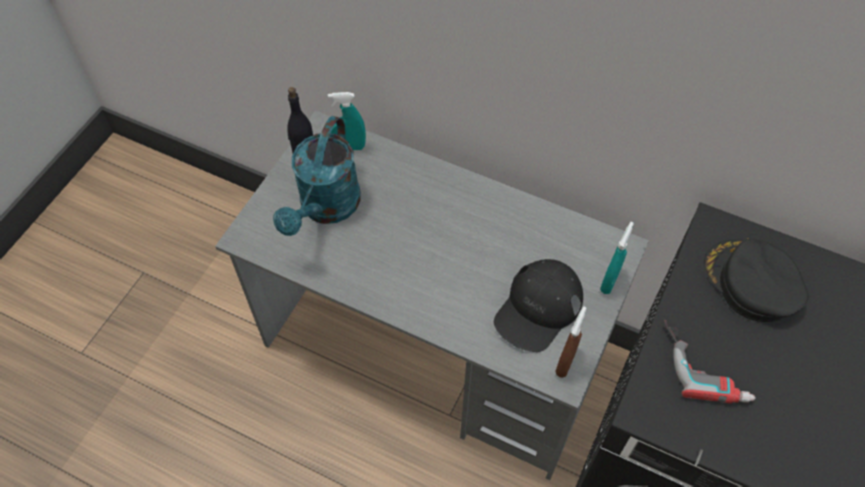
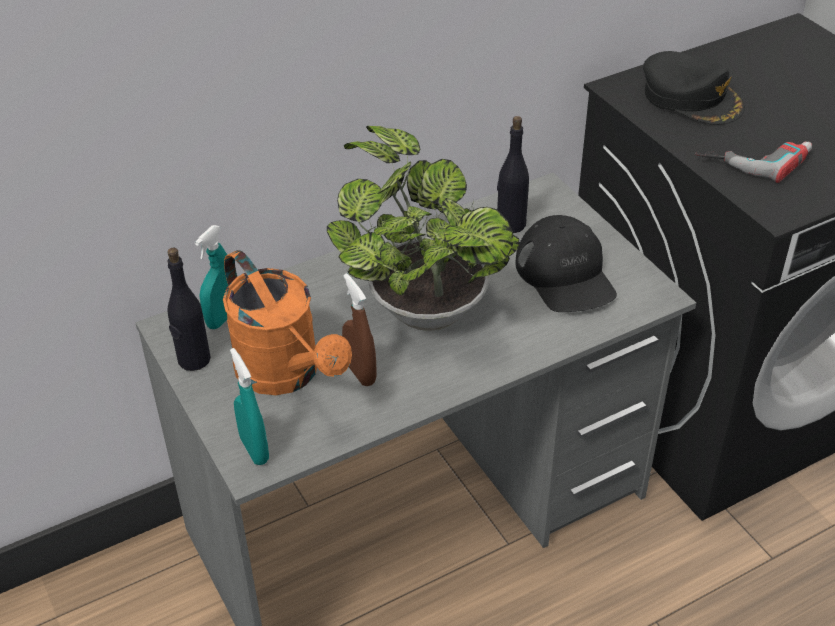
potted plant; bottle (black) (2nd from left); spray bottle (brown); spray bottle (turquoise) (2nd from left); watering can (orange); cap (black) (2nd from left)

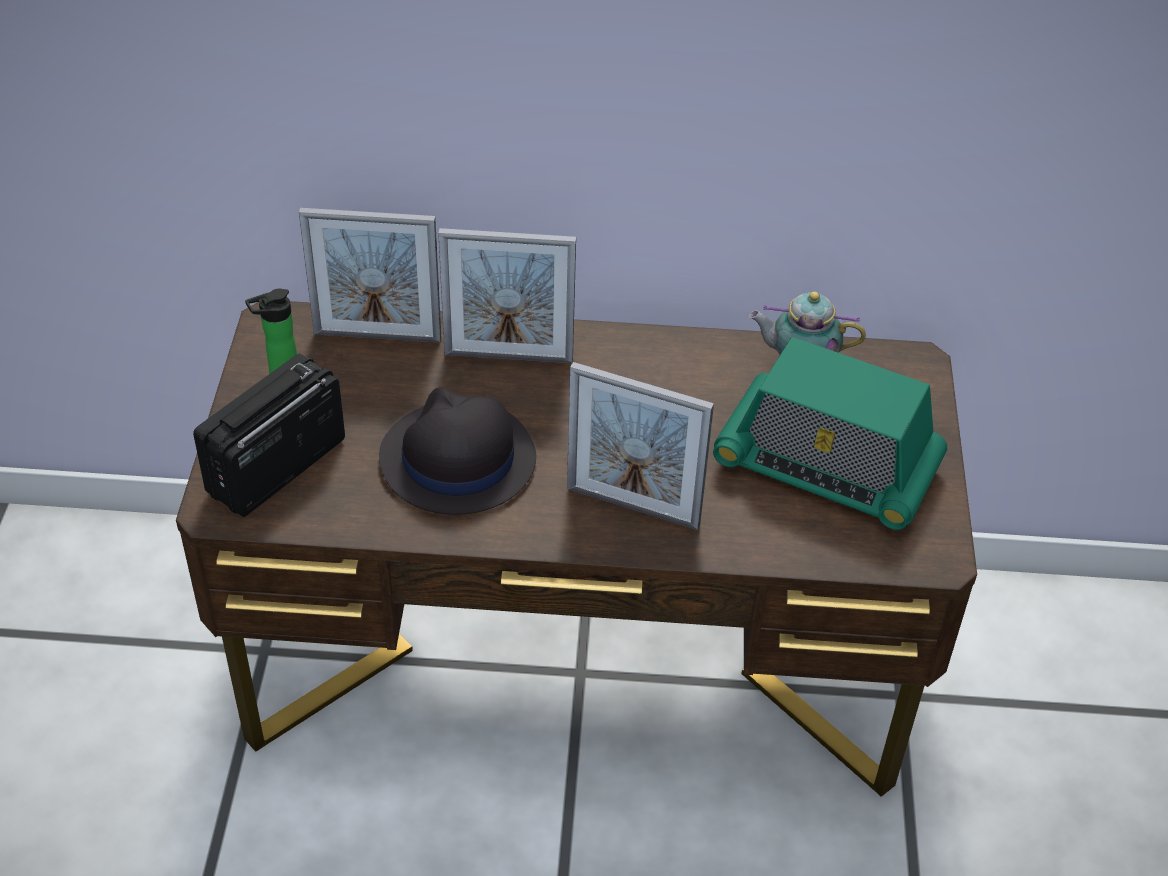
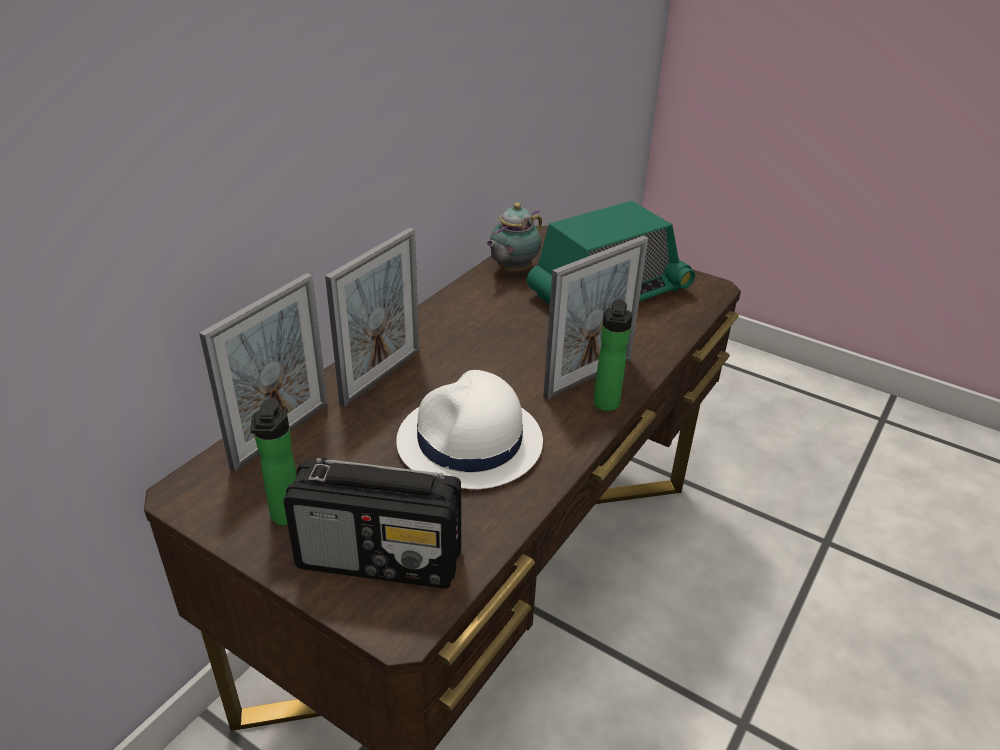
bottle (2nd from left); hat (white); radio (1st from left)

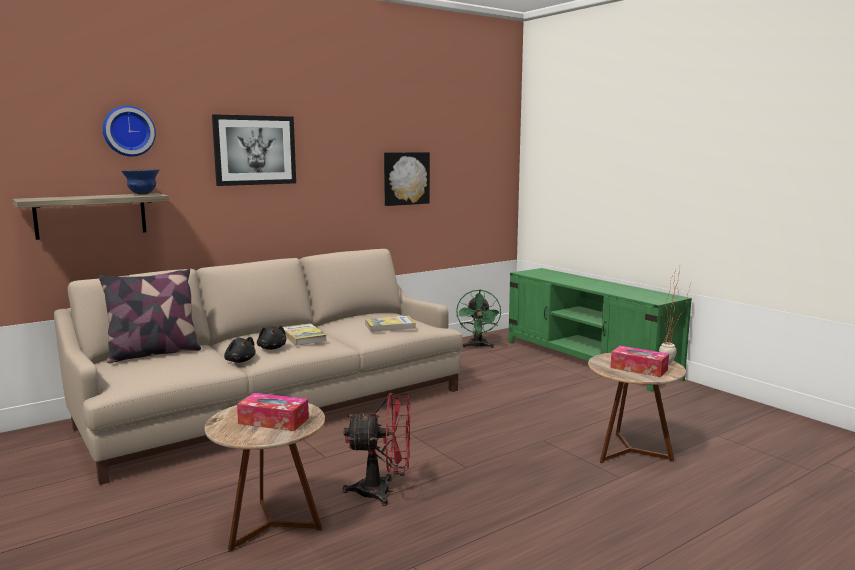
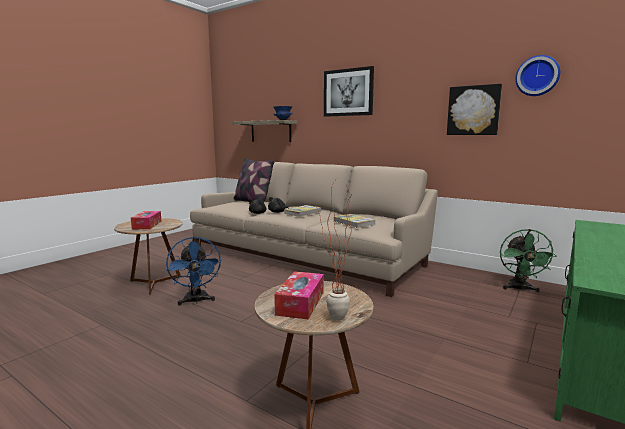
wall clock; fan (blue); fan (green)

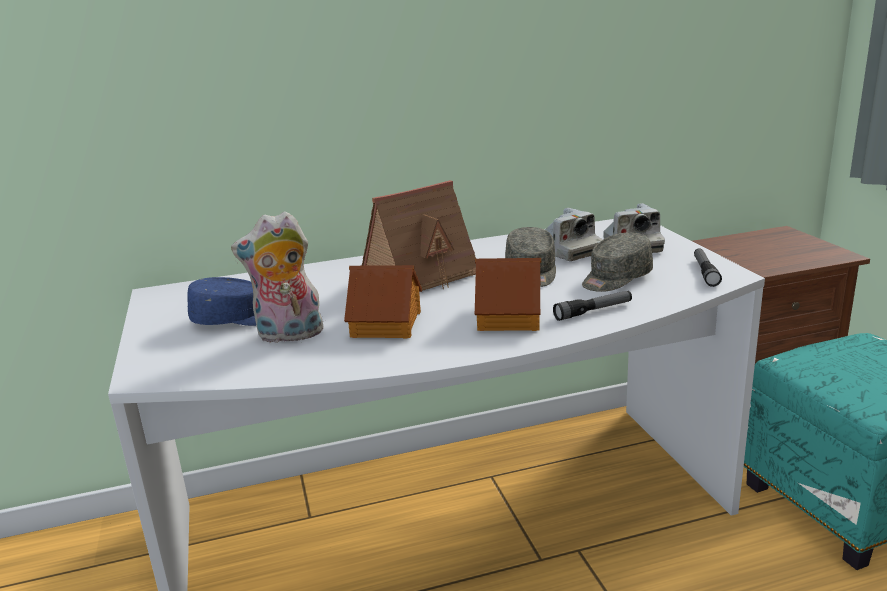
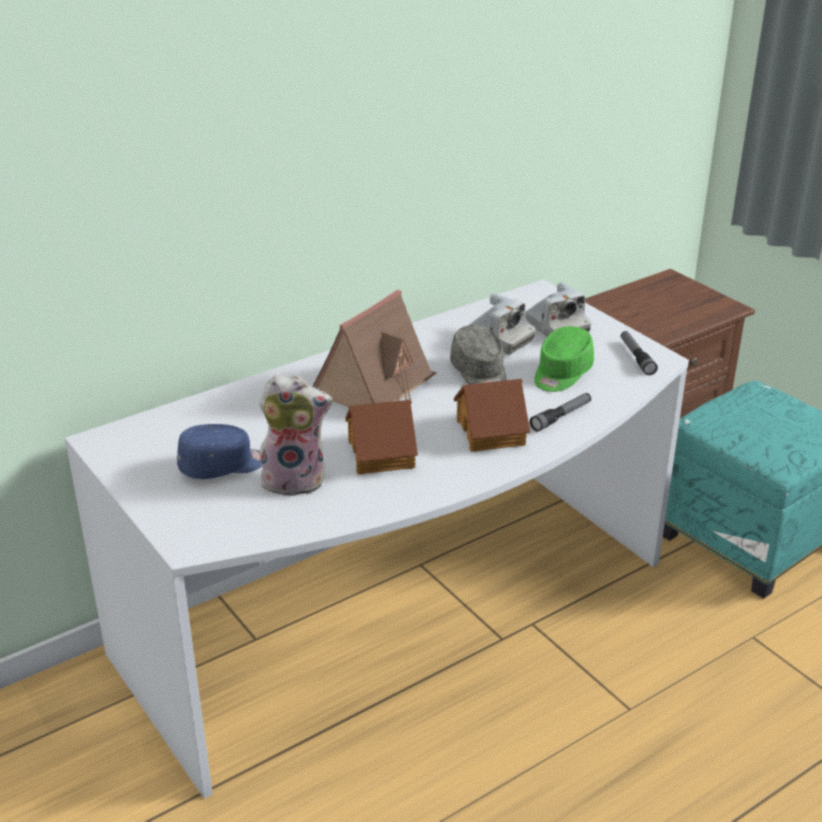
cap (green); plush toy

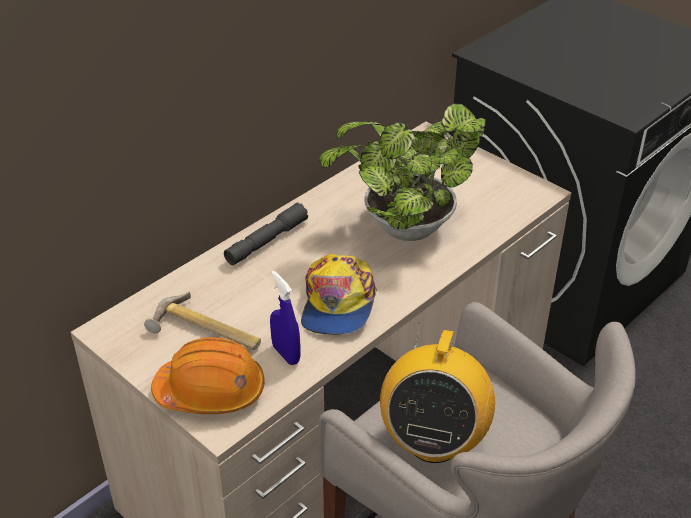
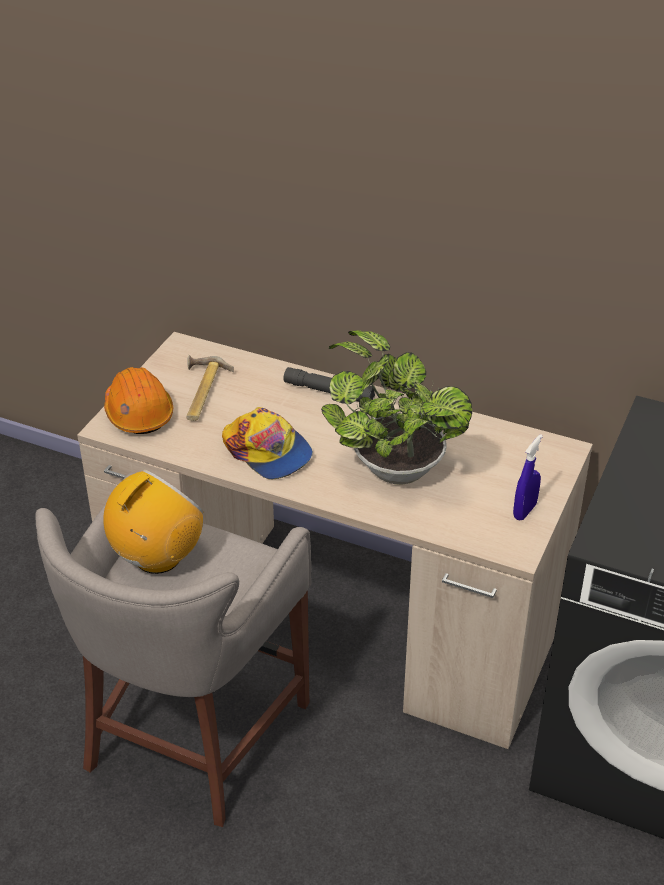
spray bottle (blue); cap; radio

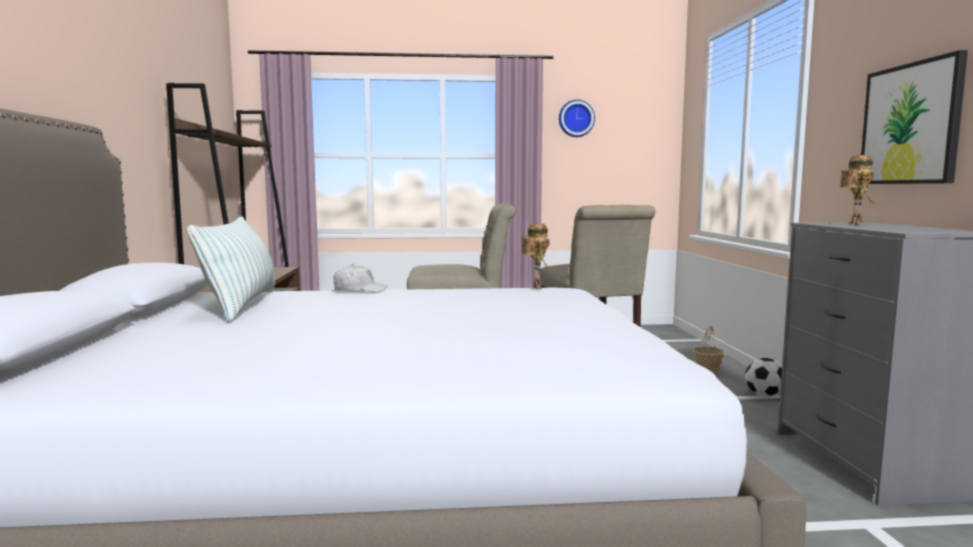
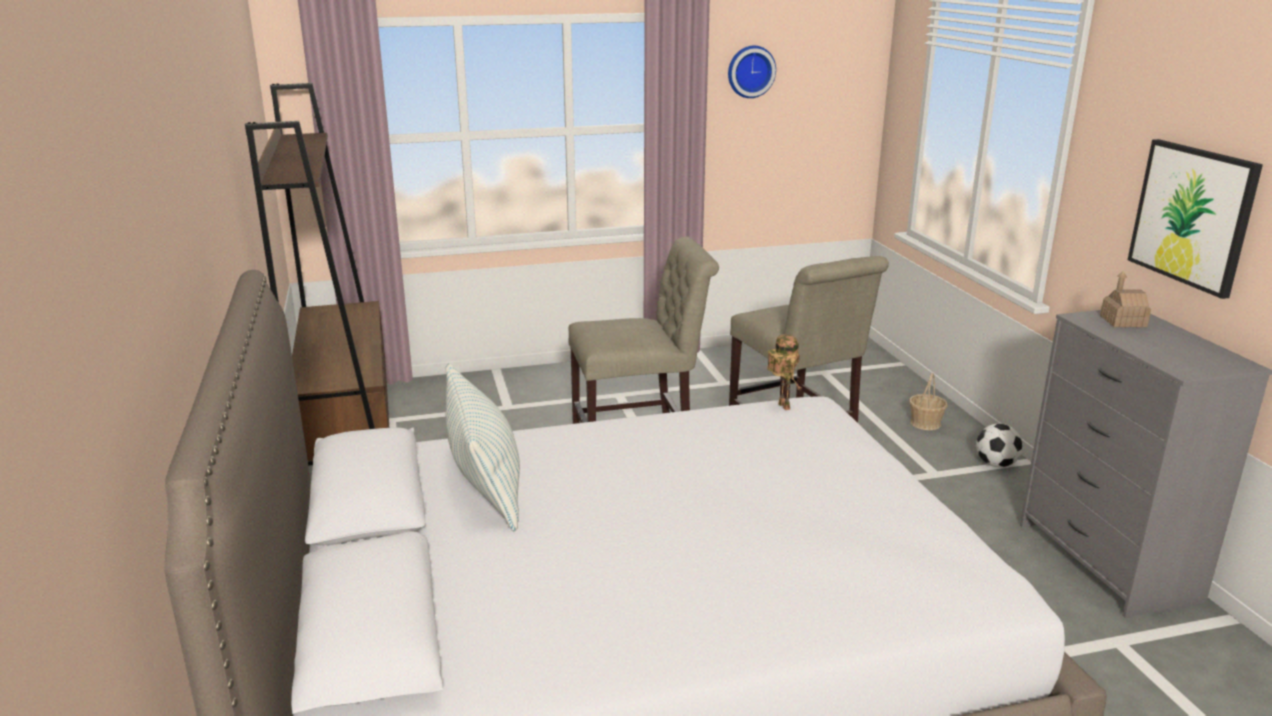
cap (white); toy house

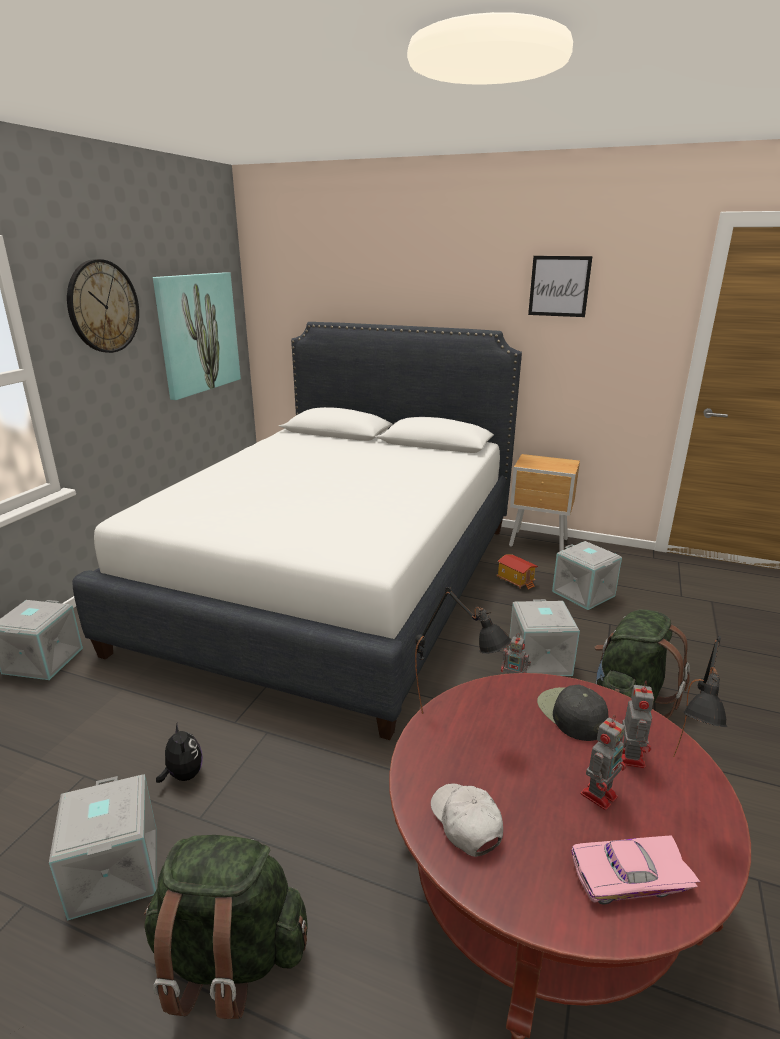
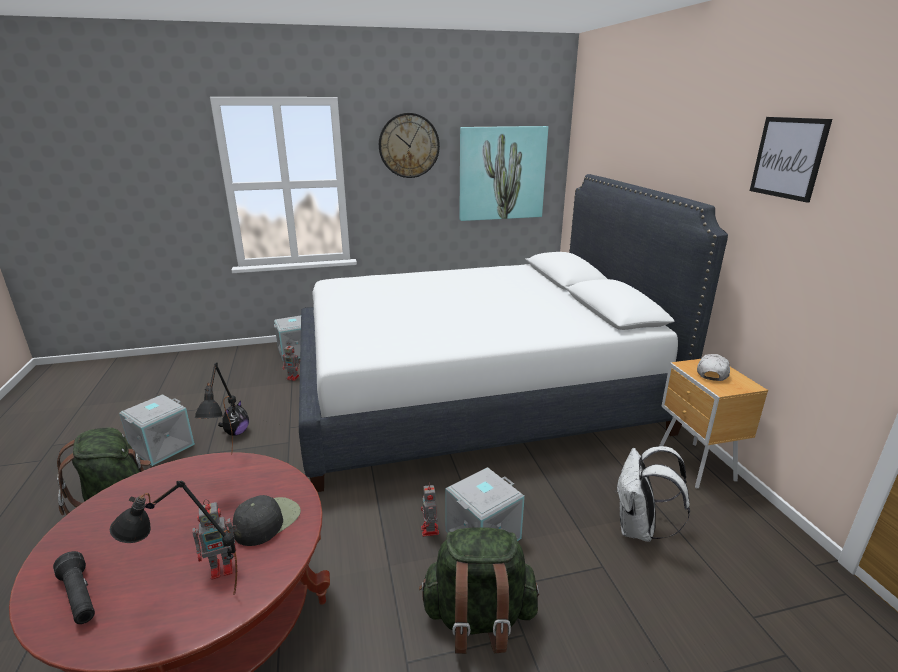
toy house; cap (white); toy robot (2nd from left); backpack (white); flashlight (black)

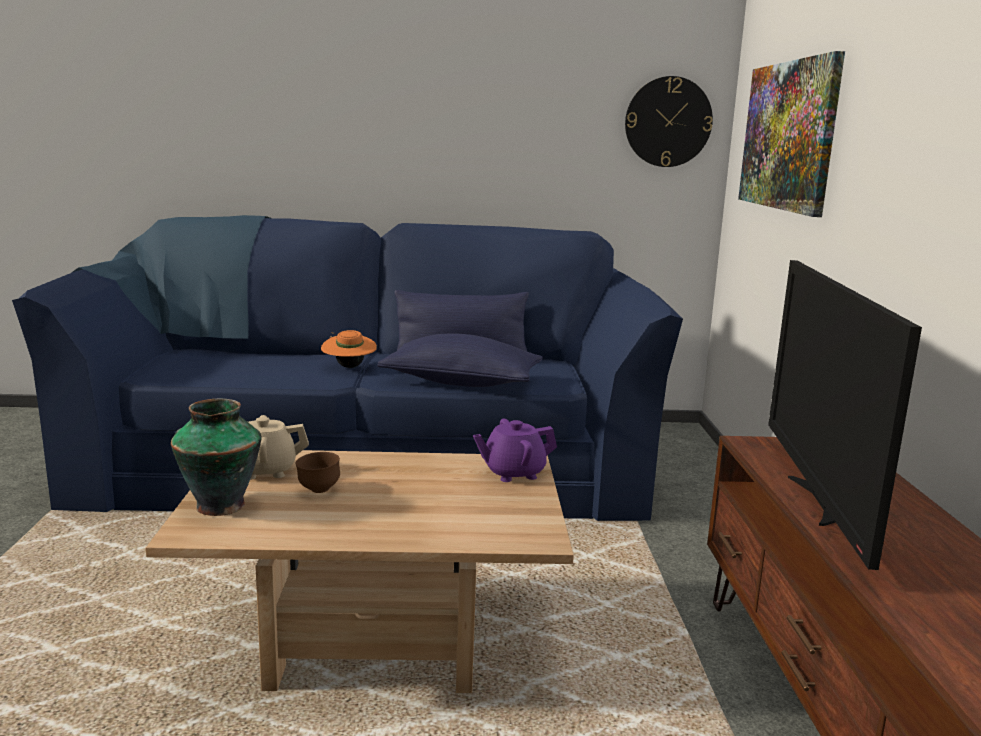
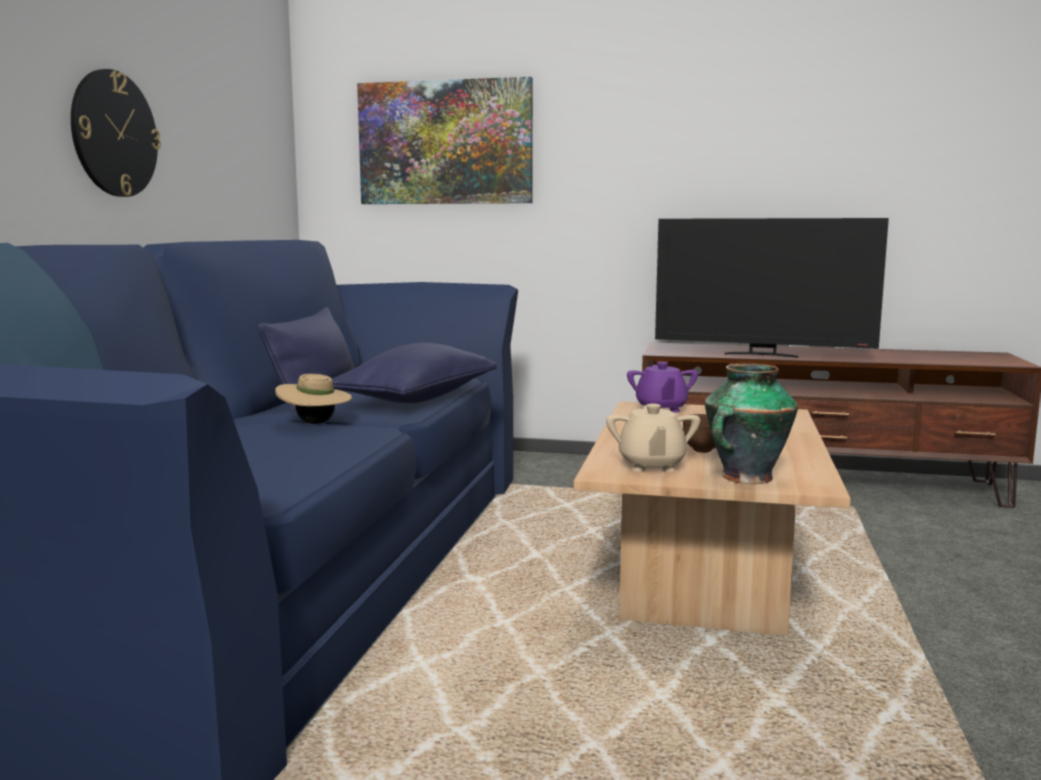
wall clock; hat (beige)

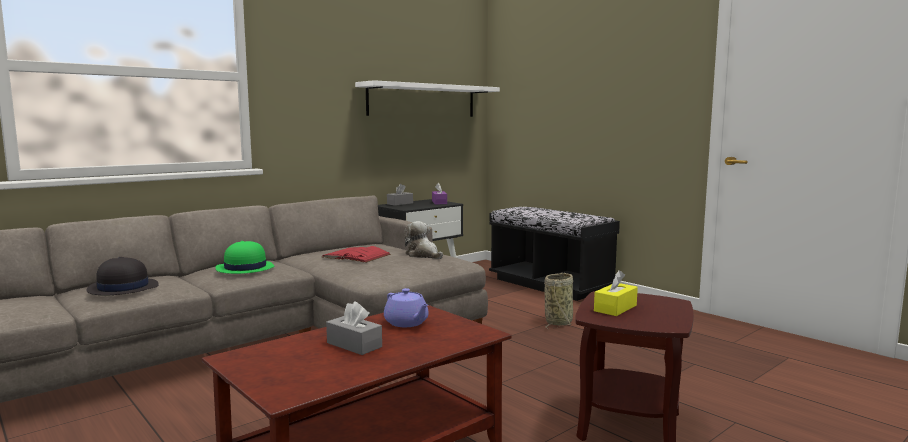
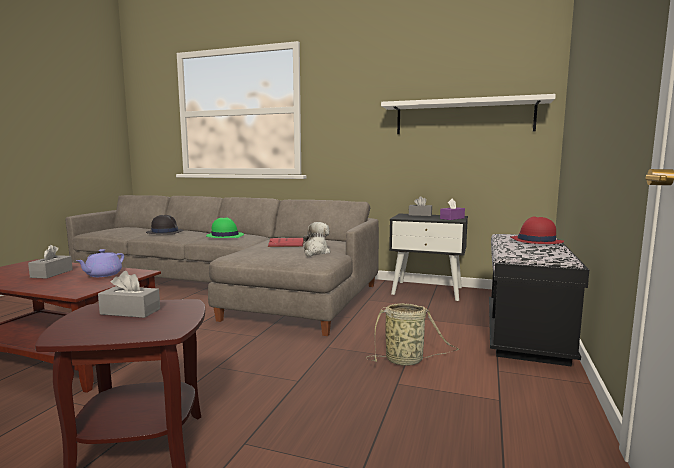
hat (red); tissue box (grey) (2nd from left)

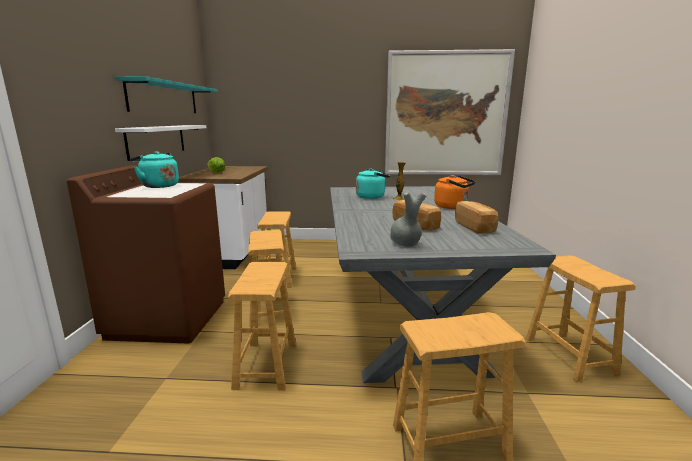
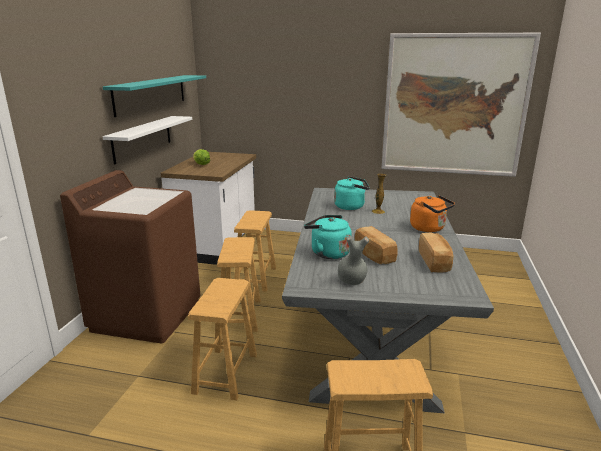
stool (brown) (5th from left in the first image); kettle (turquoise) (1st from left)

